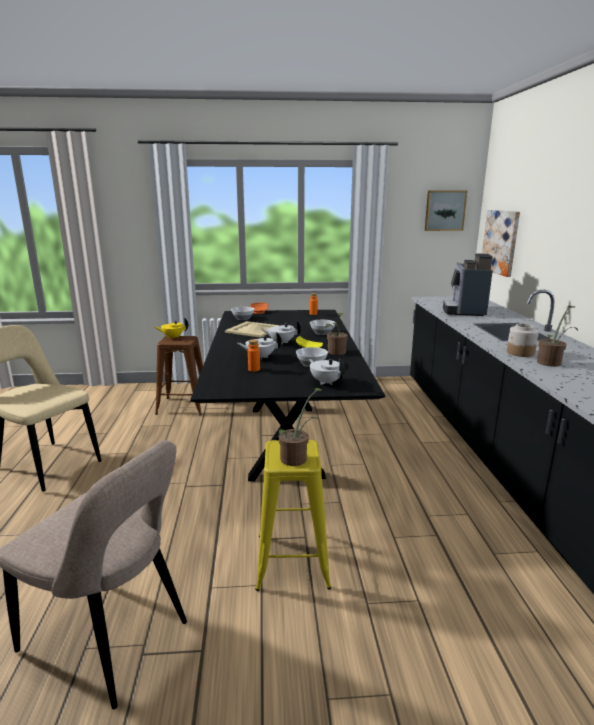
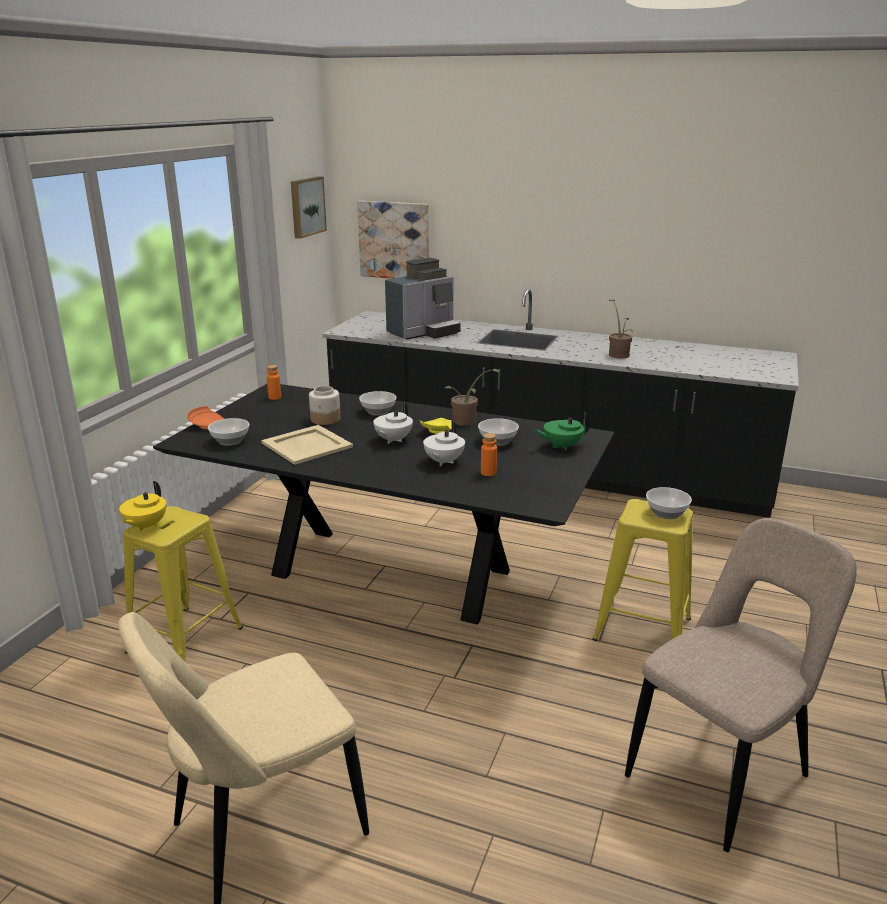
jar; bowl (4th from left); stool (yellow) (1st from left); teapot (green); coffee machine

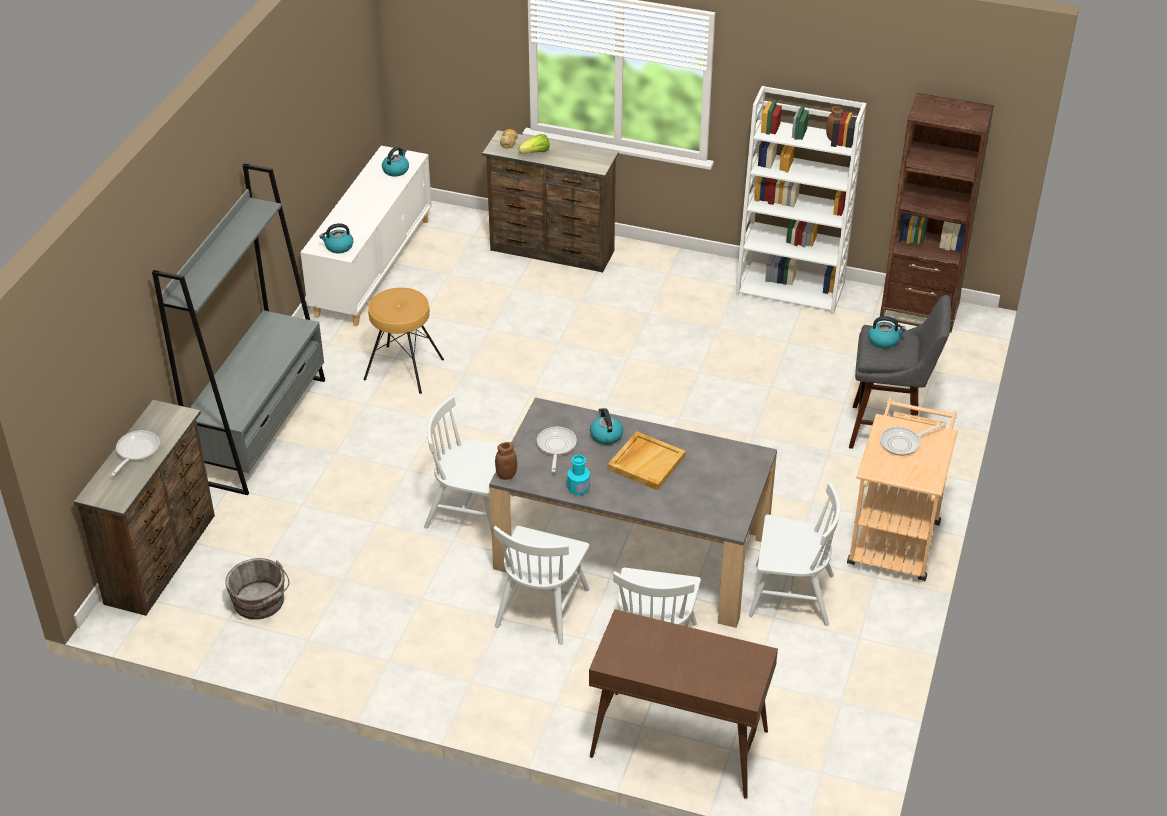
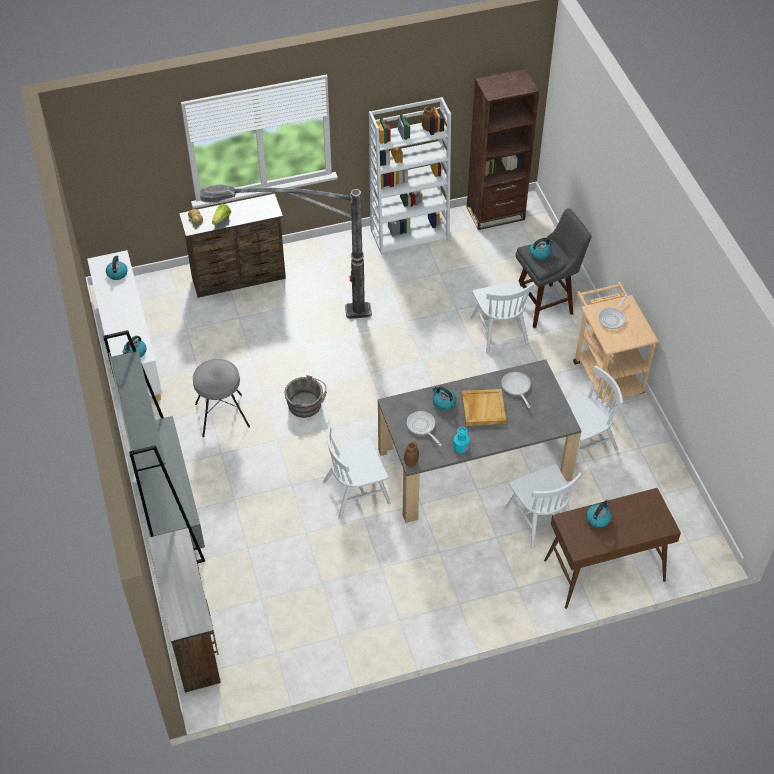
floor lamp; kettle (5th from left); frying pan (2nd from left); bucket (grey); chair (white) (2nd from left); stool (grey) (1st from left)

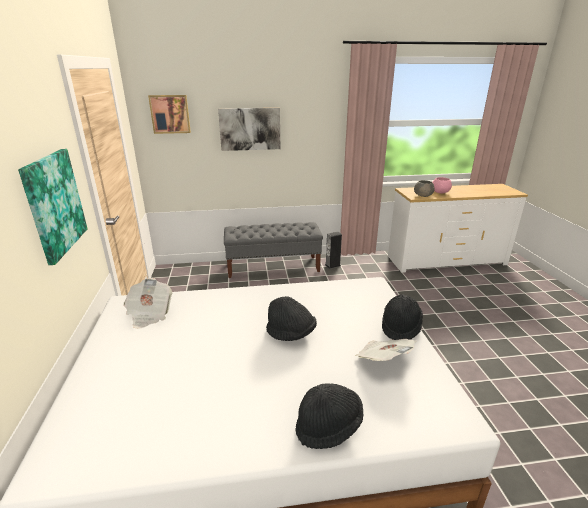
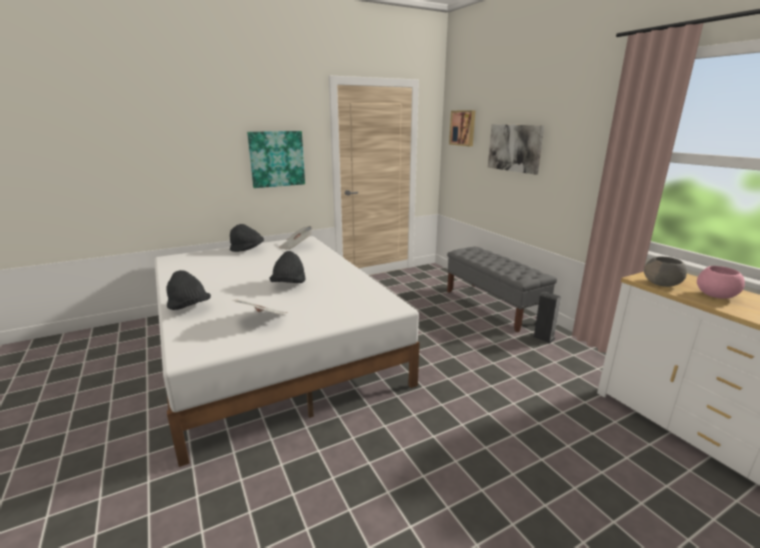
hat (black) (2nd from left)

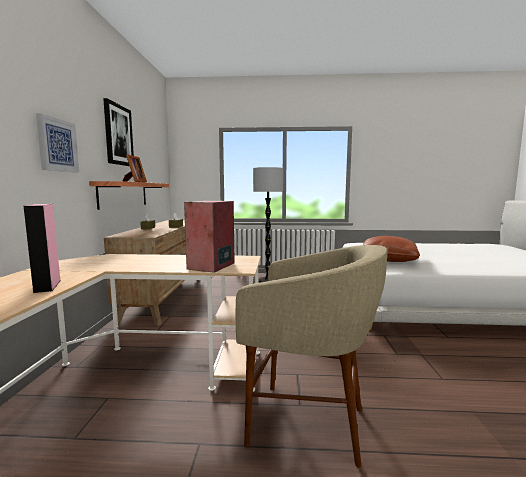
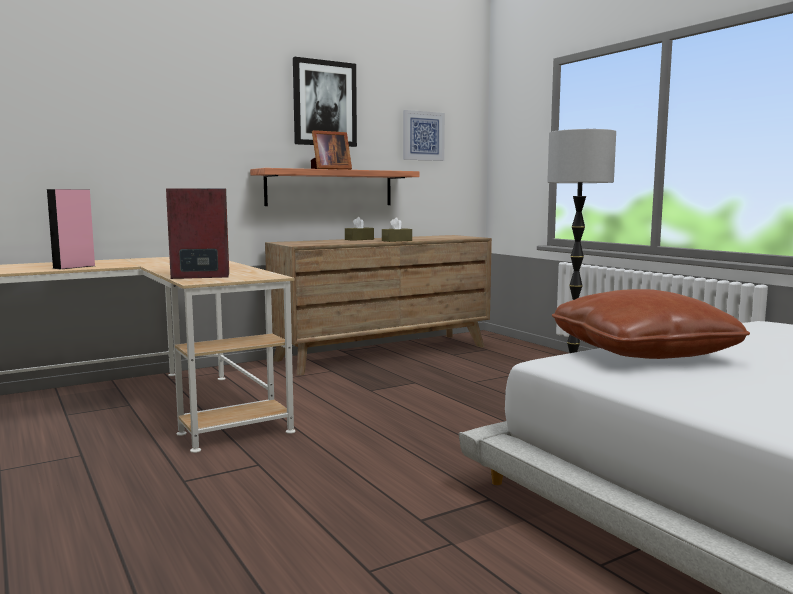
stool (beige); picture (2nd from left)

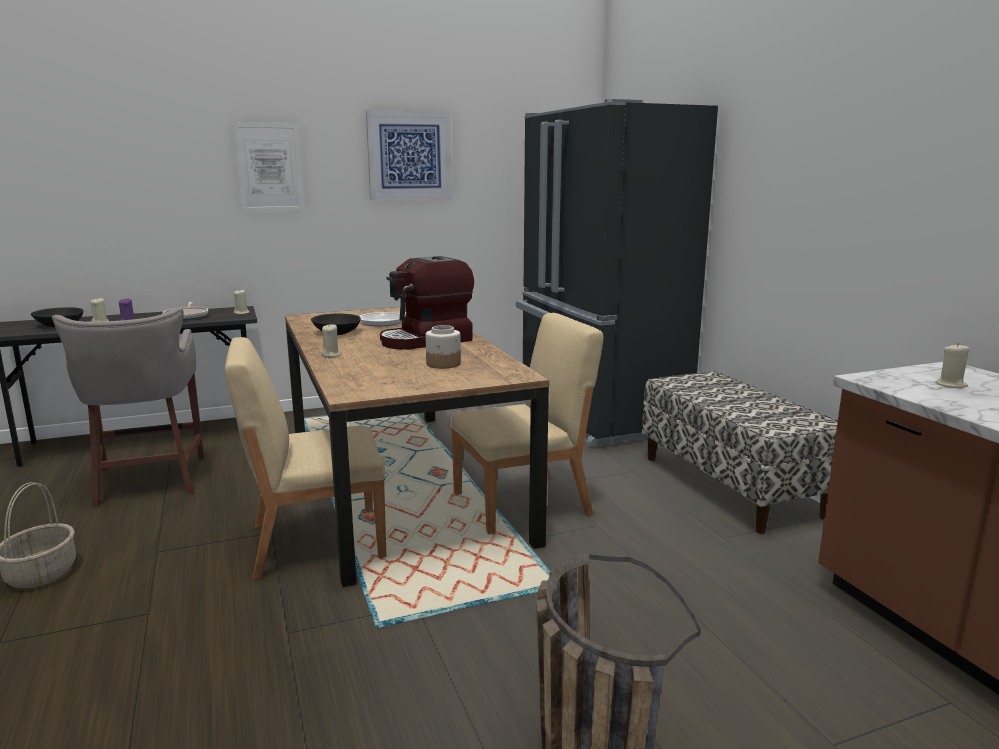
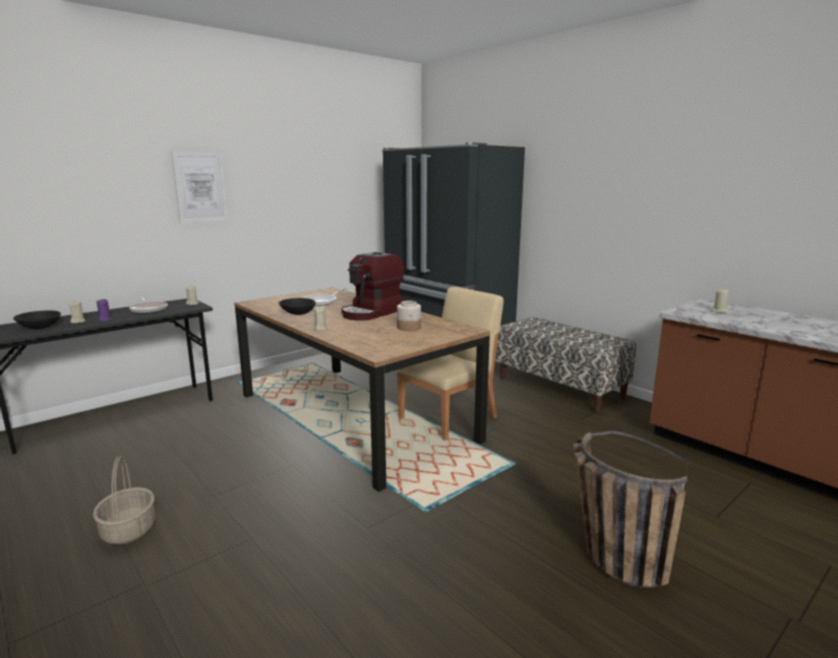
stool (grey); chair (beige) (1st from left in the first image); picture (2nd from left in the first image)

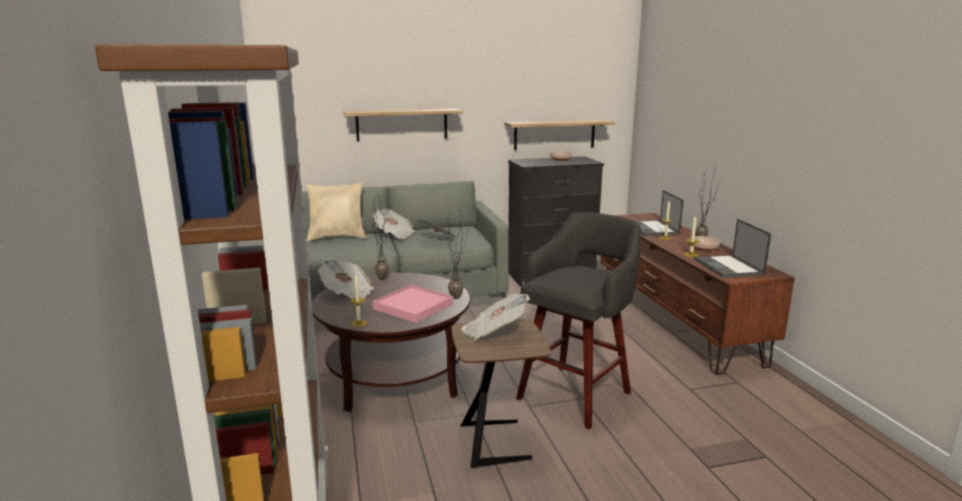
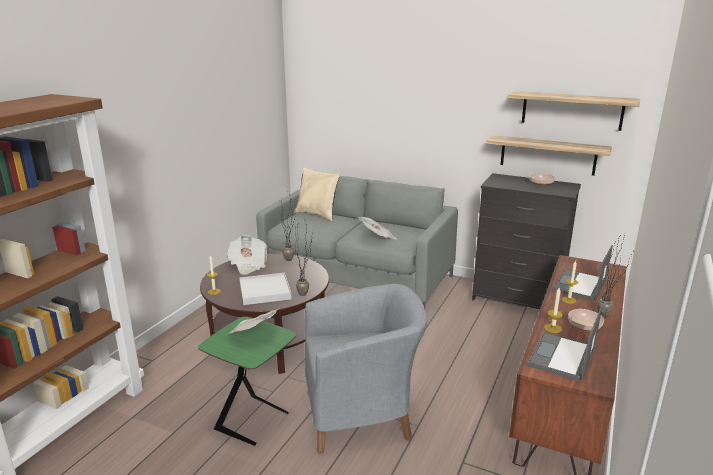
newspaper (2nd from left in the first image); shelf (2nd from left); armchair (grey); tray (white); side table (green)

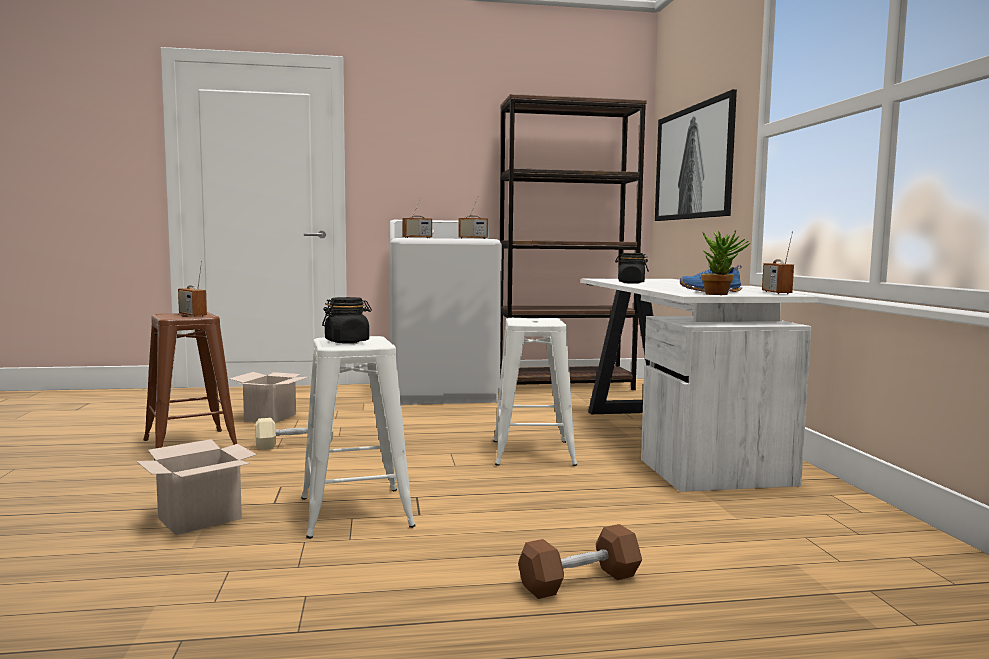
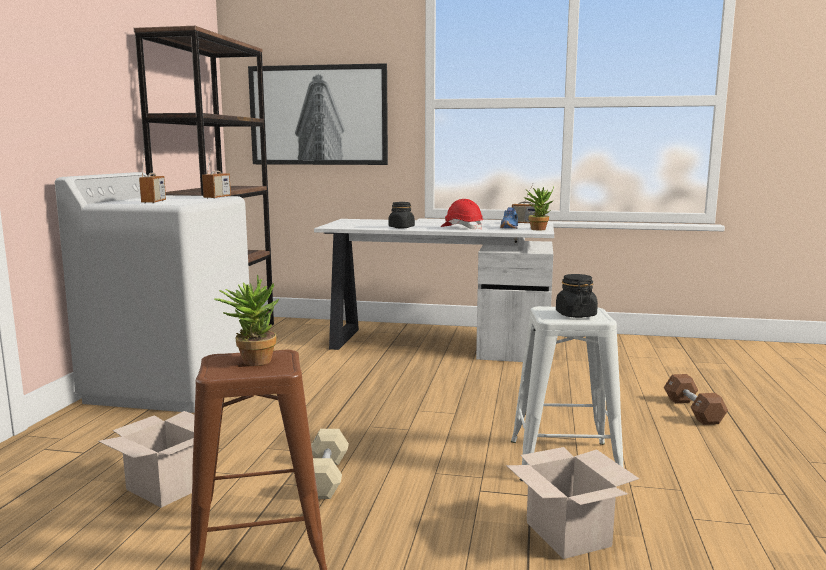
stool (white) (2nd from left in the first image); hard hat (red); potted plant (1st from left)

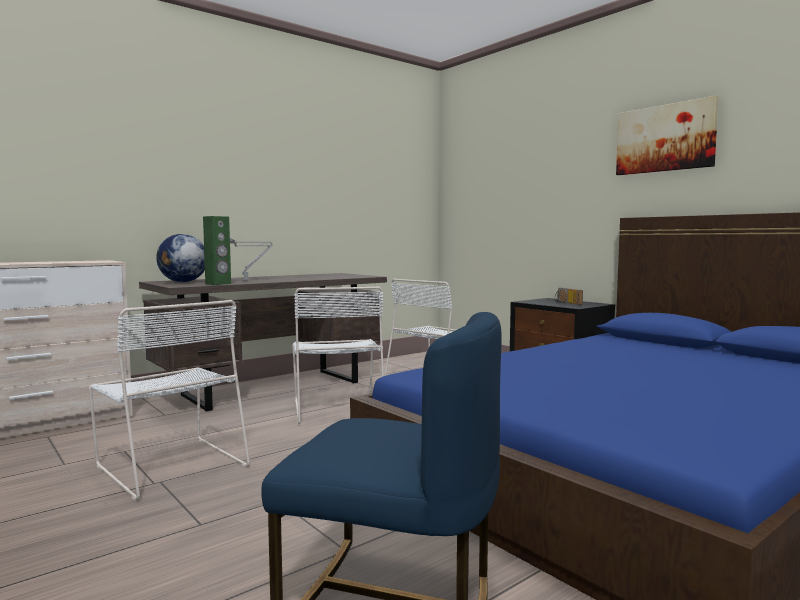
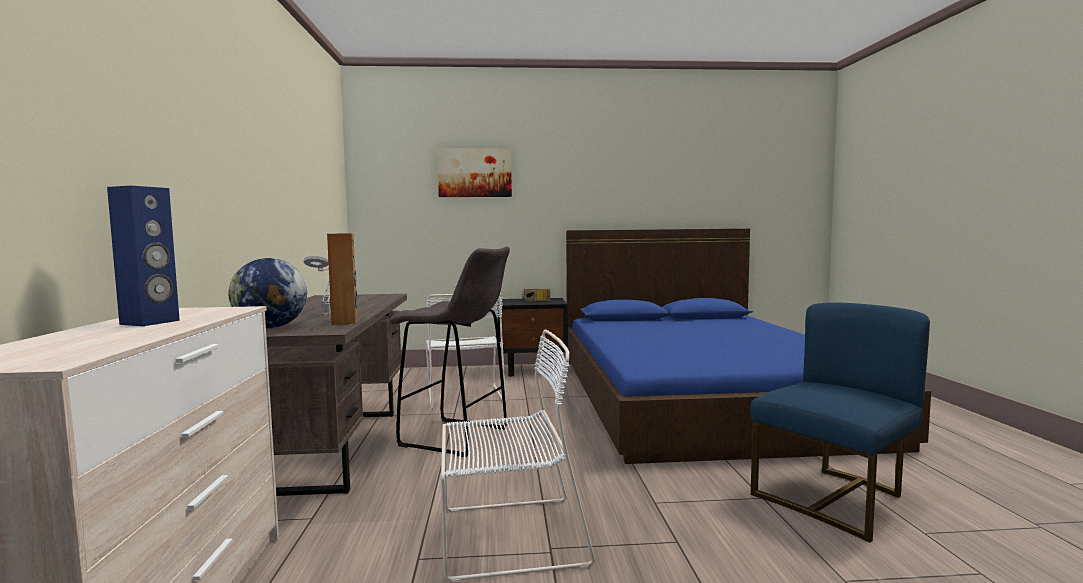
speaker (blue); picture; stool (grey); speaker (brown)

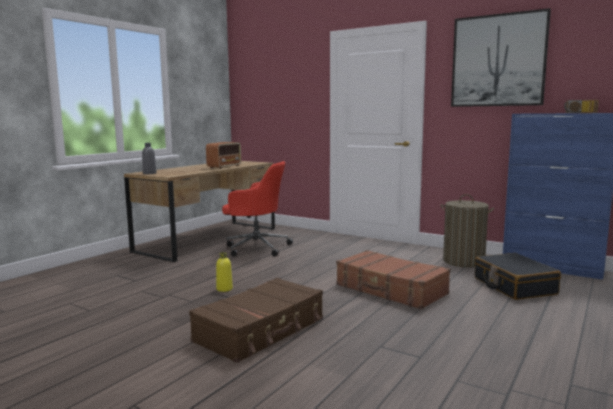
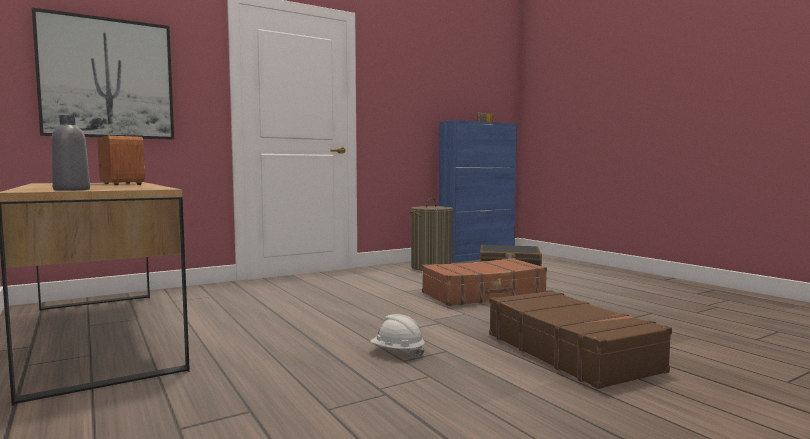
office chair (red); picture; hard hat (white)

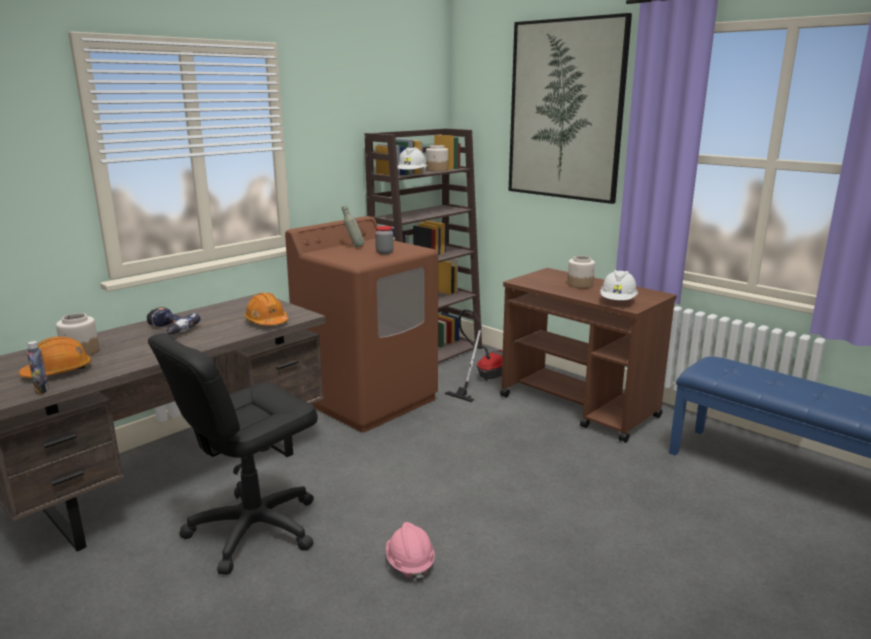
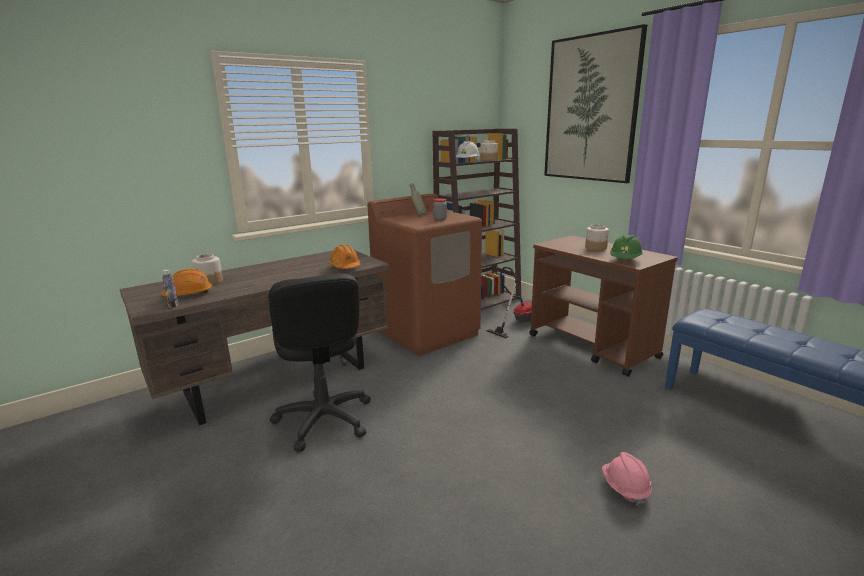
power drill; hard hat (pink); hard hat (green); office chair (black)

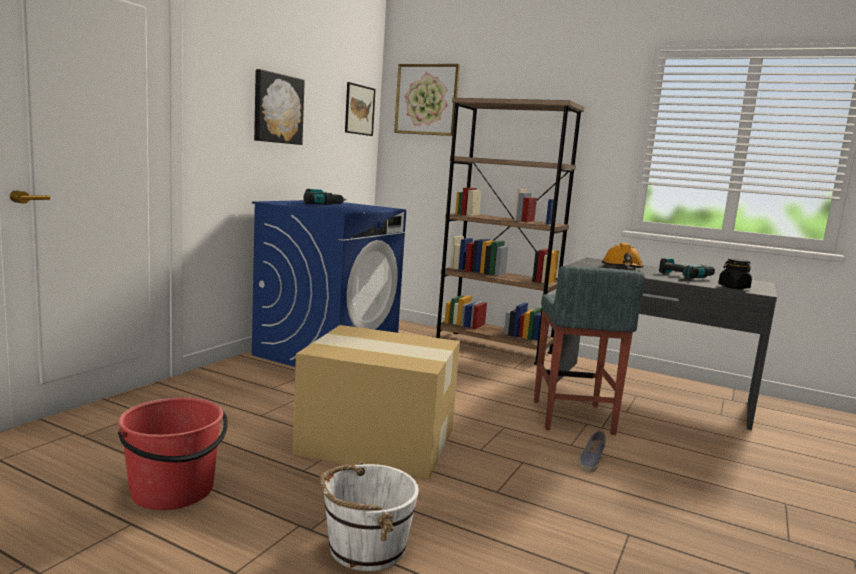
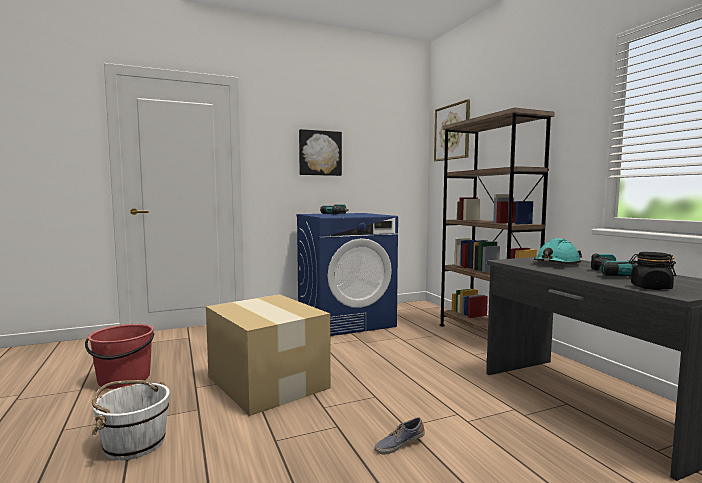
picture (2nd from left in the first image); stool (grey); hard hat (turquoise)

